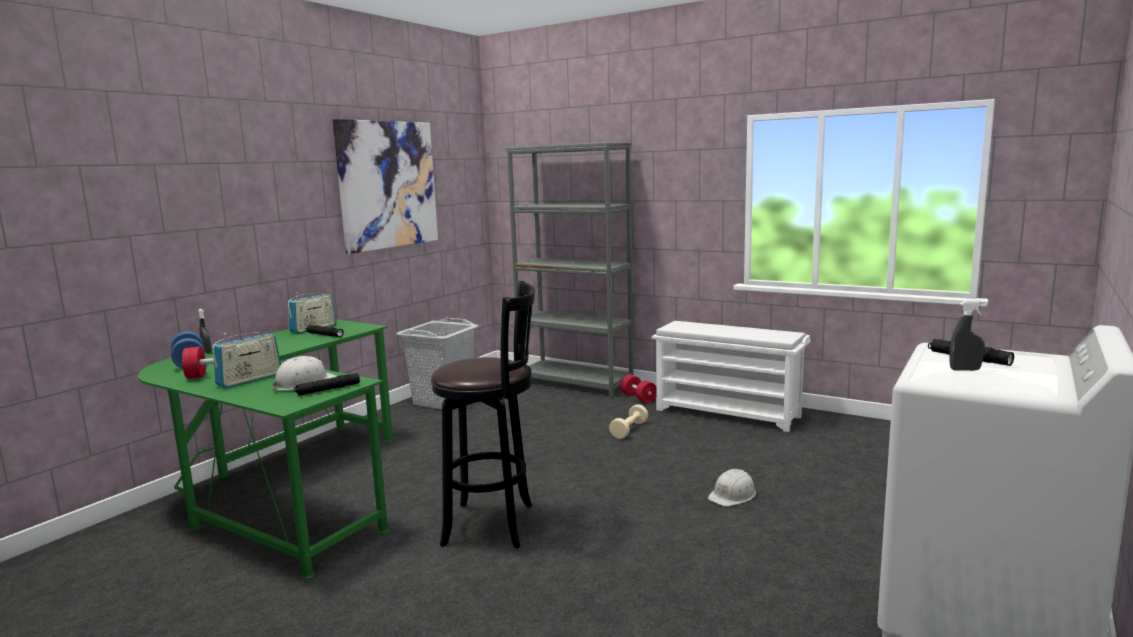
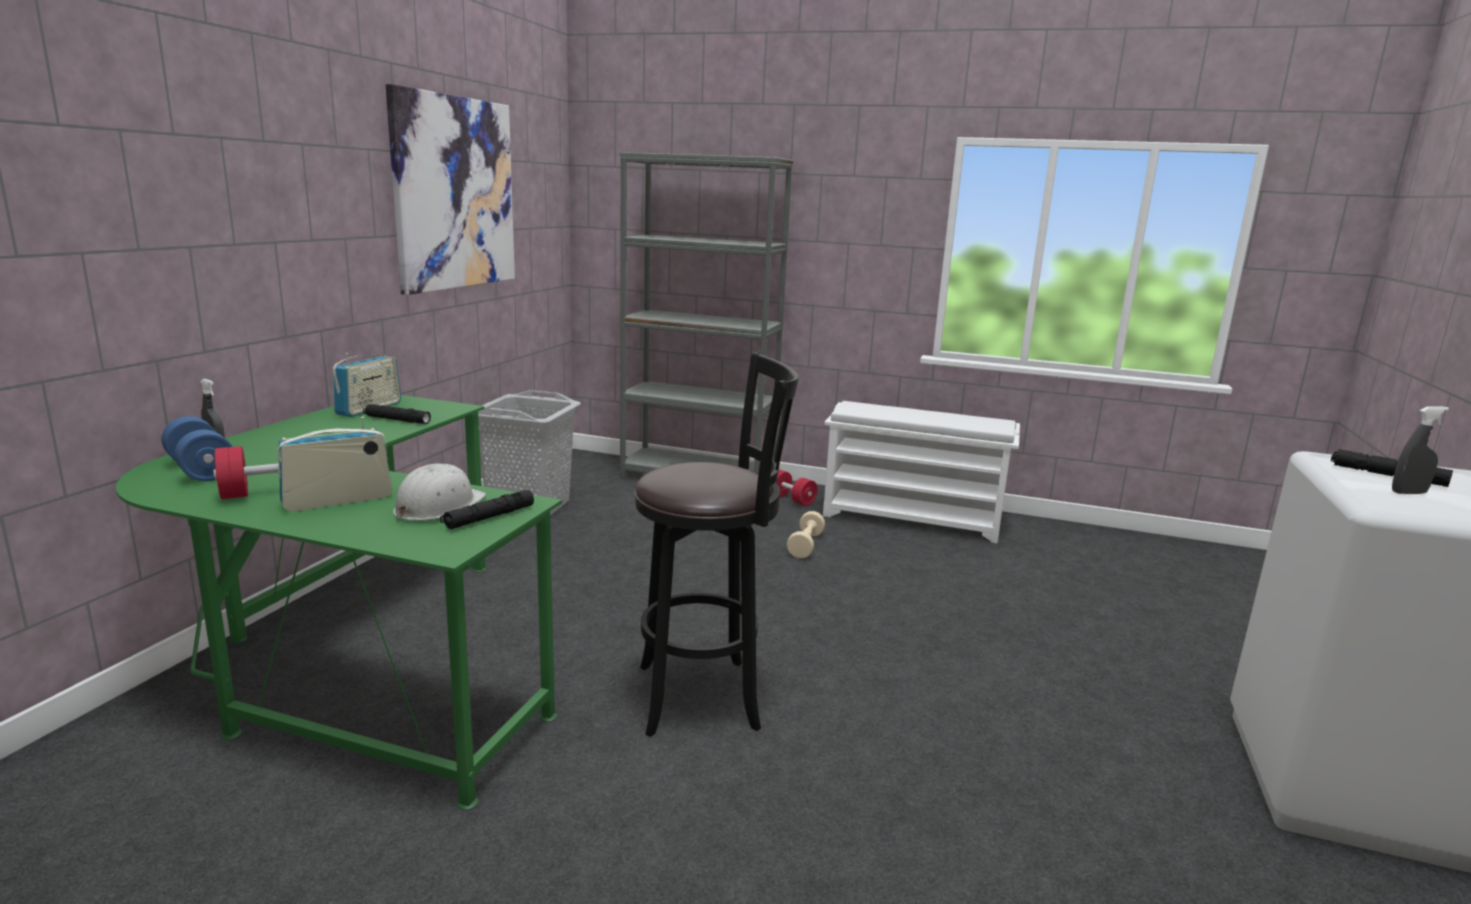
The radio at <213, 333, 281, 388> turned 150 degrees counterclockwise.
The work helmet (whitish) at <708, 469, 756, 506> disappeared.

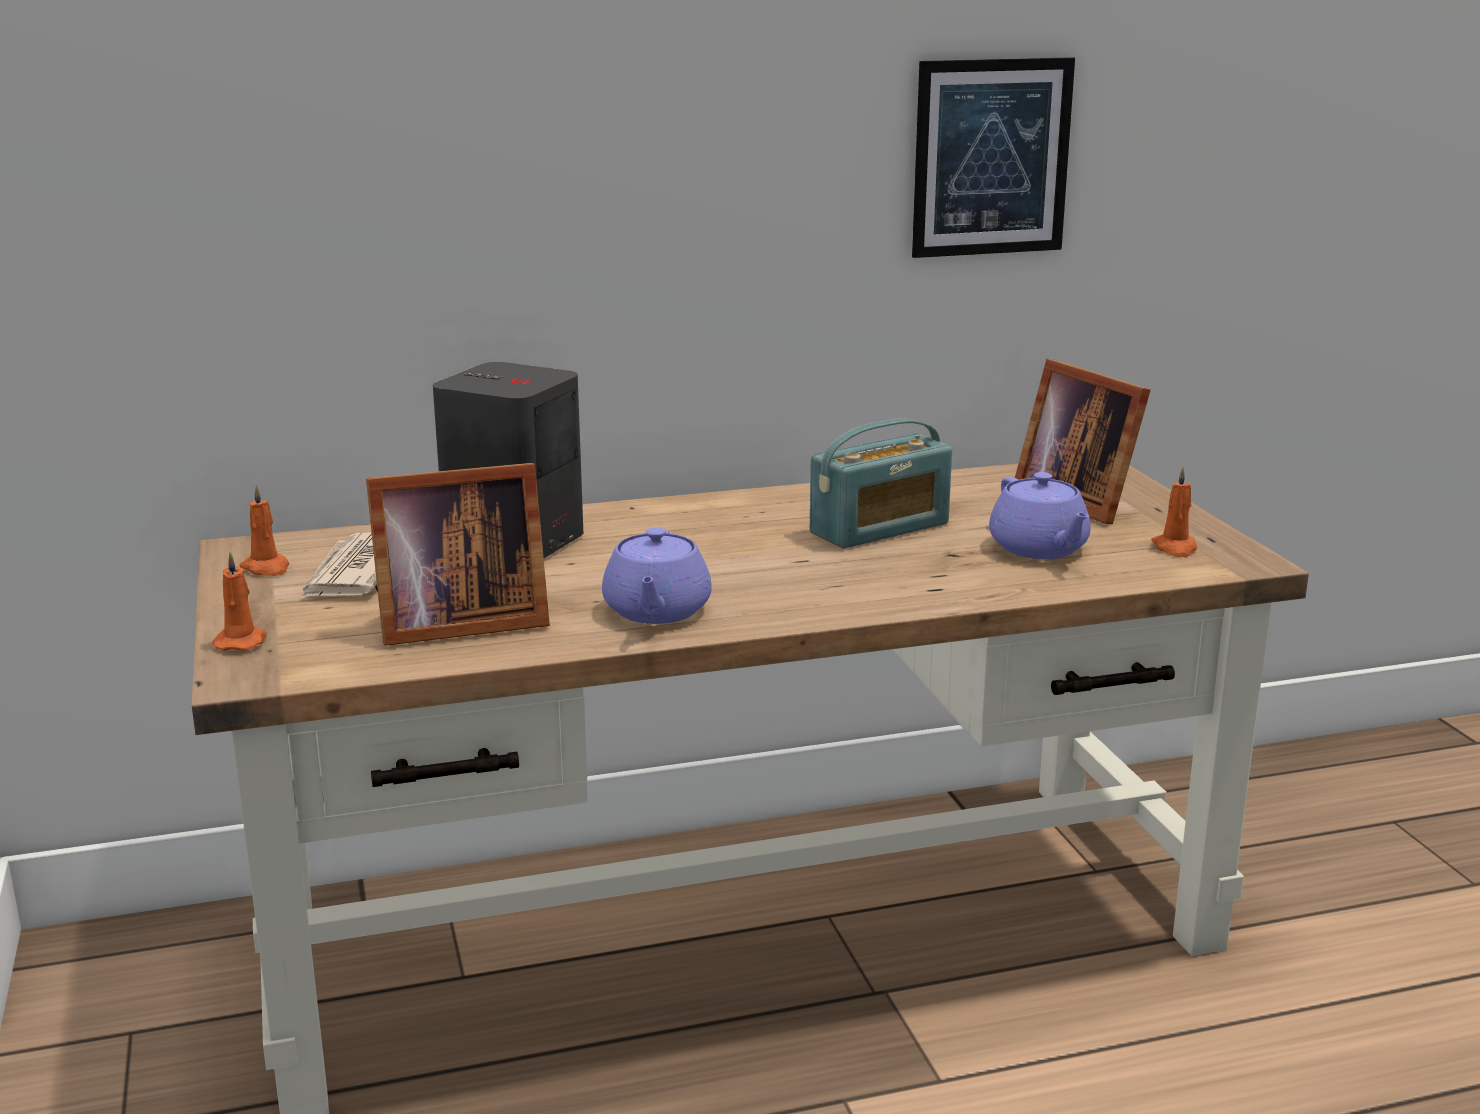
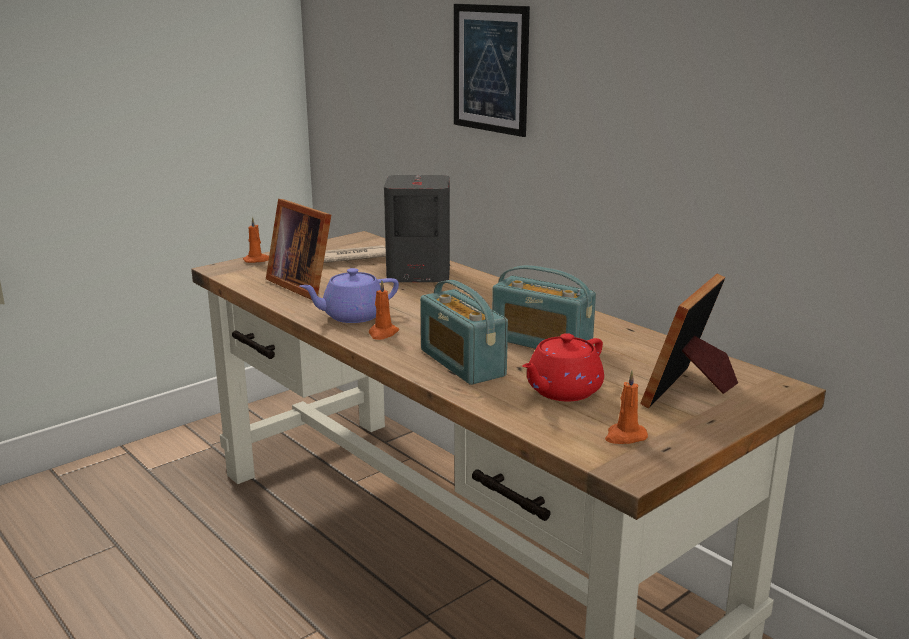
The candle (orangey) moved from <239, 485, 289, 576> to <369, 280, 399, 340>.
The wall art moved from <912, 57, 1075, 258> to <454, 4, 530, 137>.
The teapot (purple-coloured) at <989, 472, 1091, 559> became the teapot (red) at <522, 333, 604, 401>.
The radio at <420, 280, 508, 385> appeared.

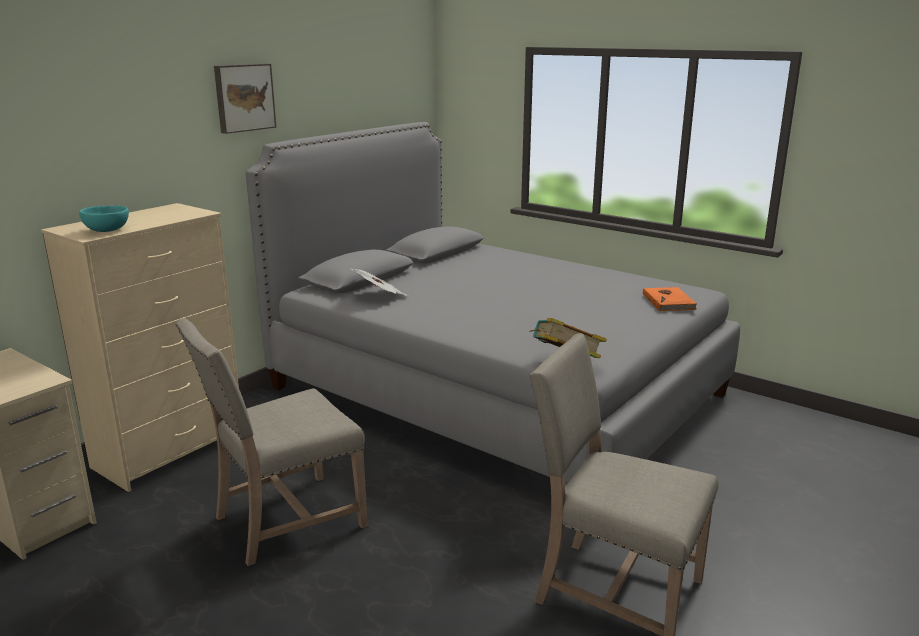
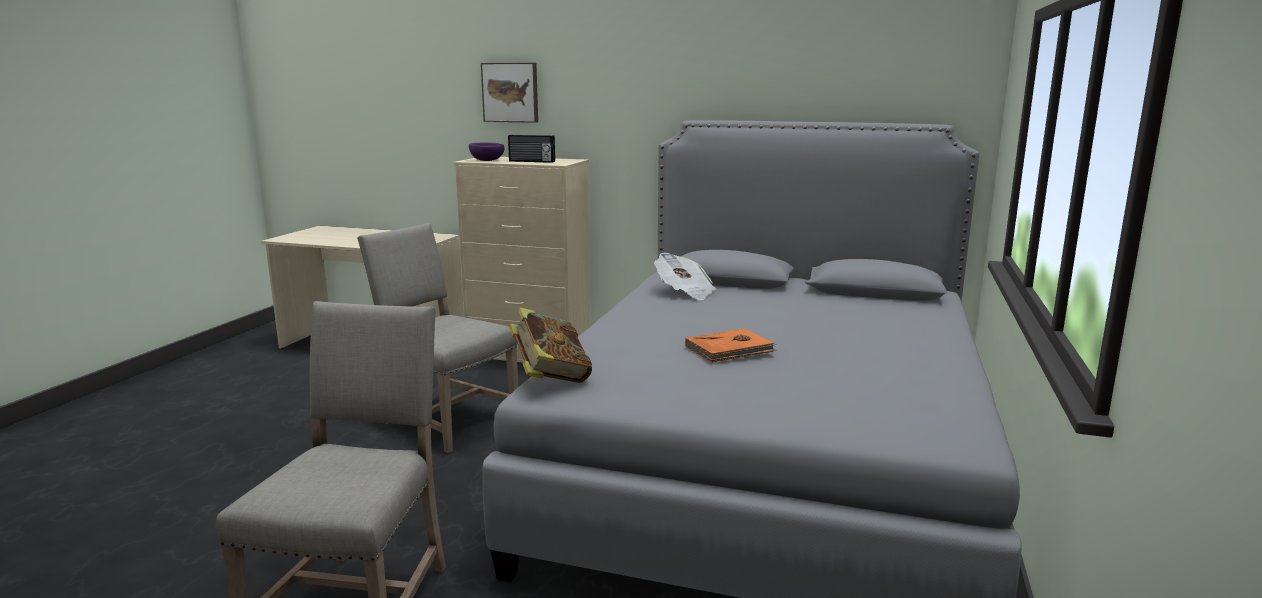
The bowl (turquoise-coloured) at <79, 205, 129, 232> became the bowl (purple-coloured) at <469, 143, 505, 161>.
The wall art moved from <214, 64, 276, 134> to <481, 63, 538, 123>.
The book (orangey) moved from <643, 287, 697, 311> to <685, 329, 776, 362>.
The radio at <508, 135, 555, 163> appeared.

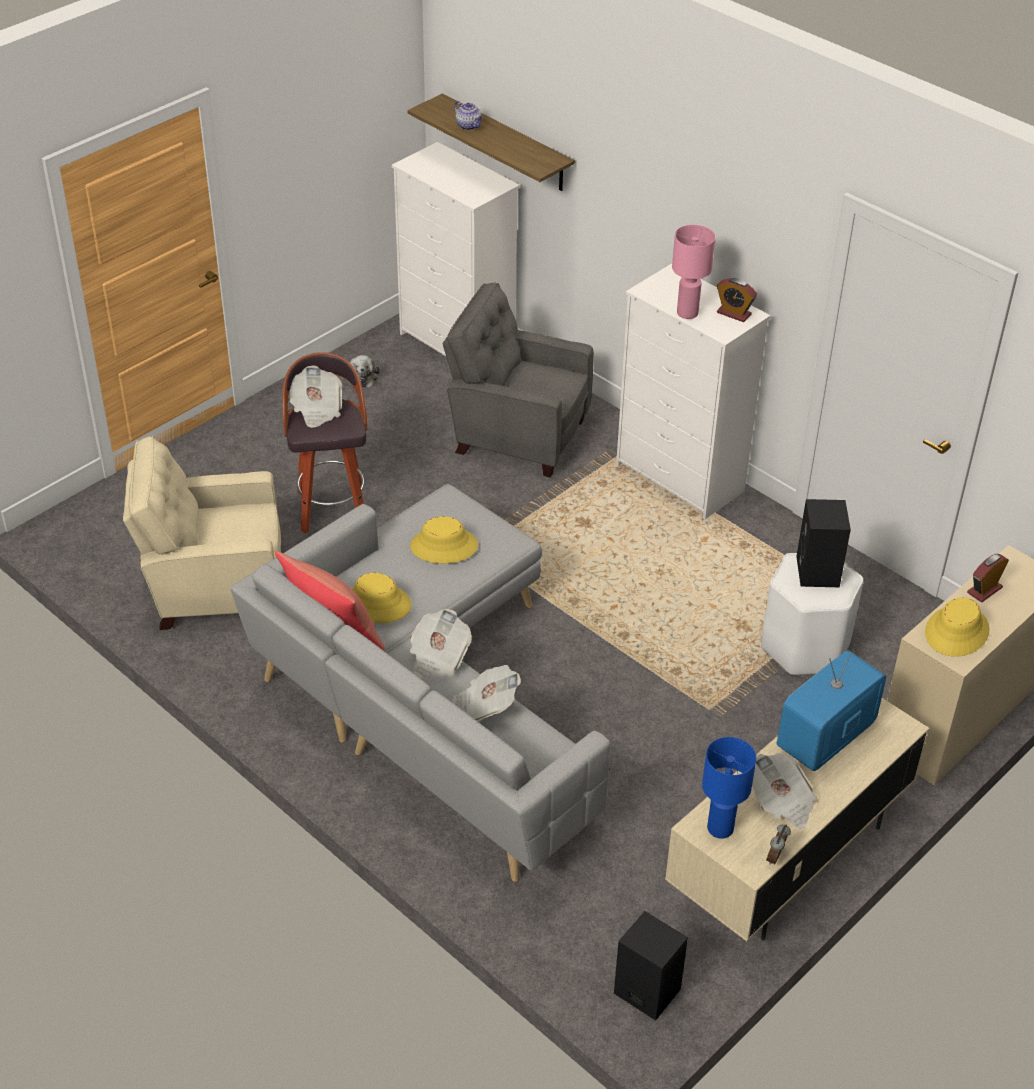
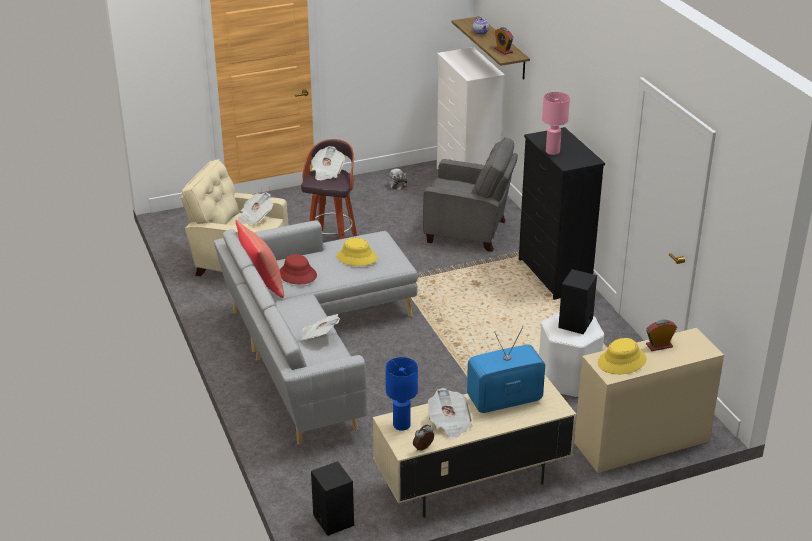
The clothing hat (yellow-coloured) at <352, 573, 412, 623> became the clothing hat (red) at <280, 254, 317, 284>.
The newspaper moved from <410, 609, 472, 678> to <238, 193, 273, 225>.
The armchair (greyish) at <443, 283, 594, 478> turned 150 degrees clockwise.
The chest of drawers (whitish) at <616, 264, 771, 519> became the chest of drawers (black-coloured) at <519, 127, 605, 300>.
The bedside clock moved from <717, 278, 757, 322> to <494, 27, 514, 55>.

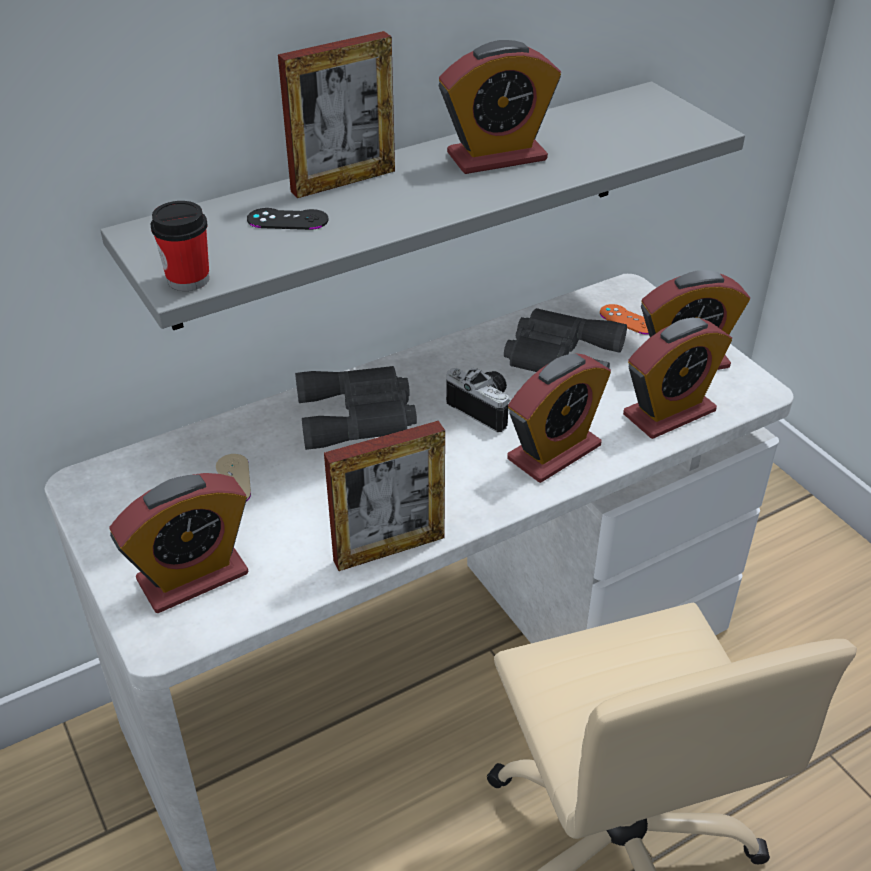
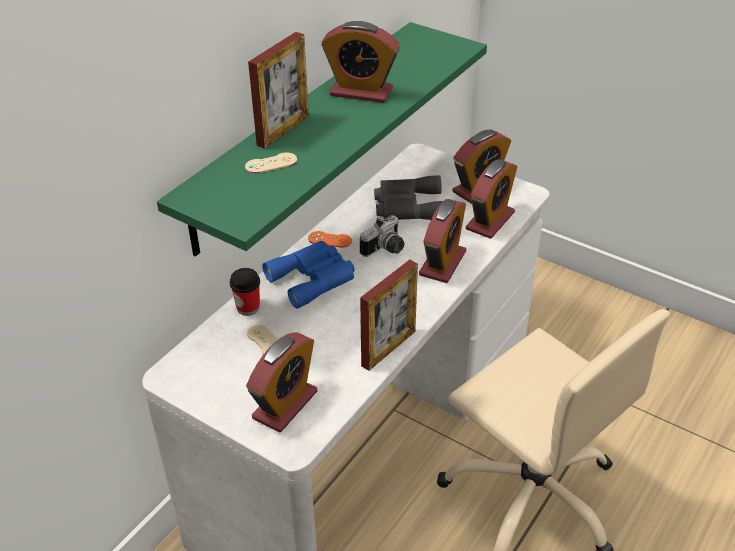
The wall shelf (greyish) at <100, 82, 745, 330> became the wall shelf (green) at <157, 22, 487, 257>.
The cup moved from <151, 201, 209, 291> to <230, 268, 260, 316>.
The joypad (black-coloured) at <247, 208, 328, 230> became the joypad (sand-coloured) at <245, 153, 297, 174>.
The field glasses (greyish) at <295, 366, 417, 450> became the field glasses (blue-coloured) at <262, 241, 355, 309>.
The bedside clock at <439, 40, 561, 174> turned 60 degrees clockwise.
The still camera at <446, 368, 510, 432> turned 120 degrees clockwise.
The joypad (orangey) moved from <600, 304, 649, 335> to <308, 231, 352, 248>.

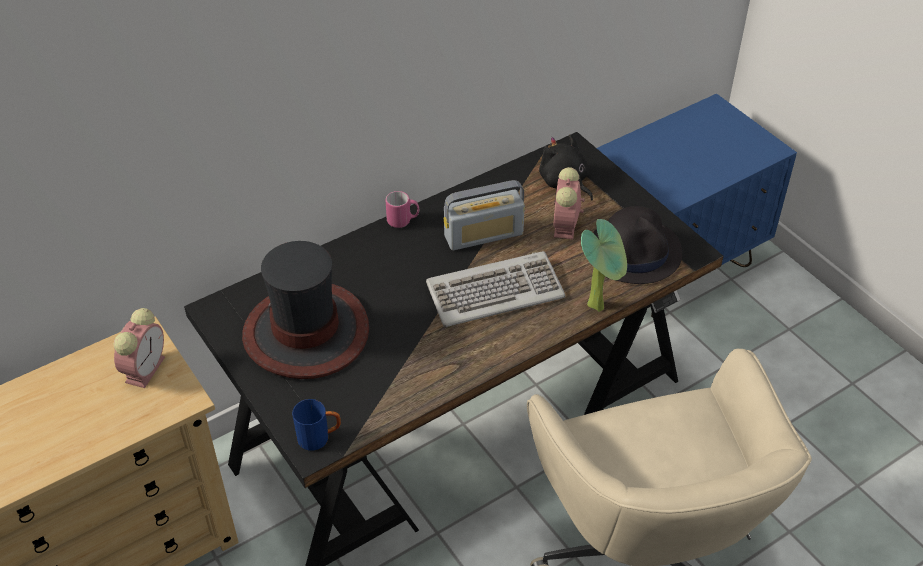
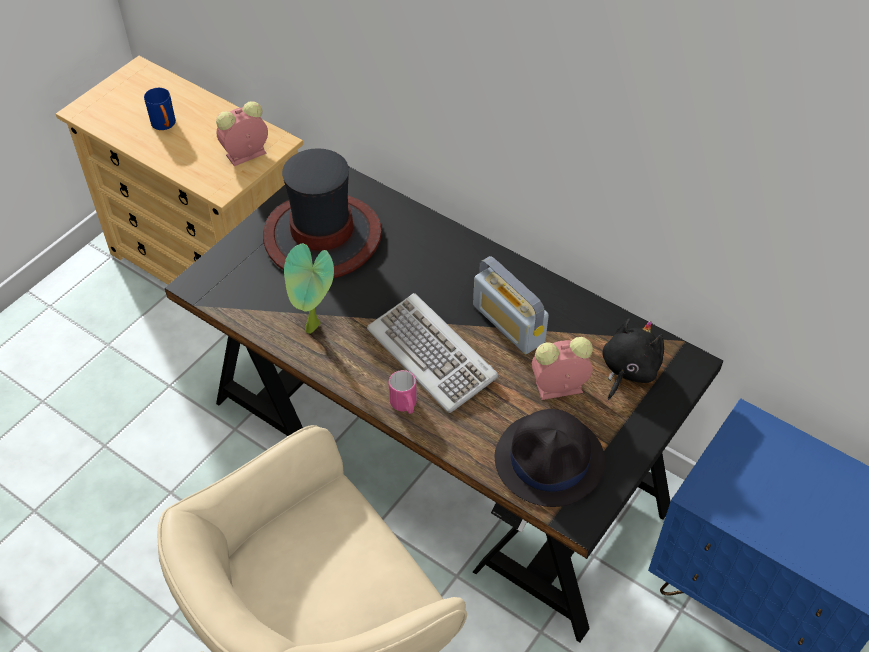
The bedside clock at <113, 308, 165, 388> turned 150 degrees clockwise.
The coffee mug (blue-coloured) moved from <292, 399, 341, 451> to <144, 88, 176, 130>.
The coffee mug (pinkish) moved from <386, 191, 419, 228> to <389, 370, 417, 414>.
The plant in a pot moved from <581, 219, 627, 312> to <284, 244, 334, 334>.

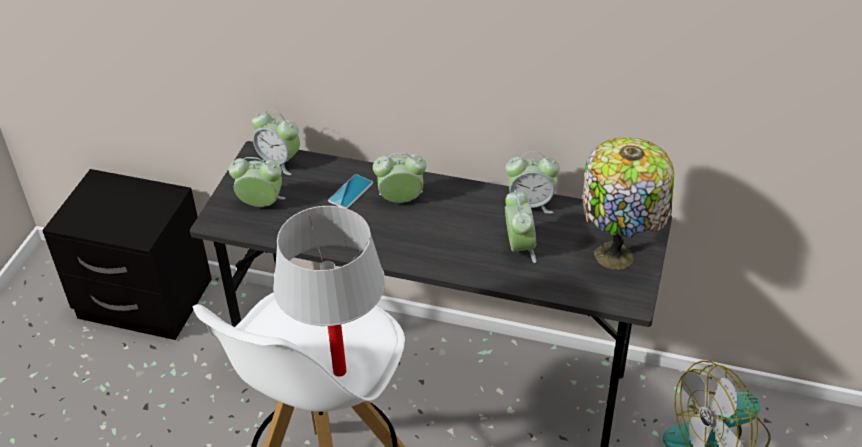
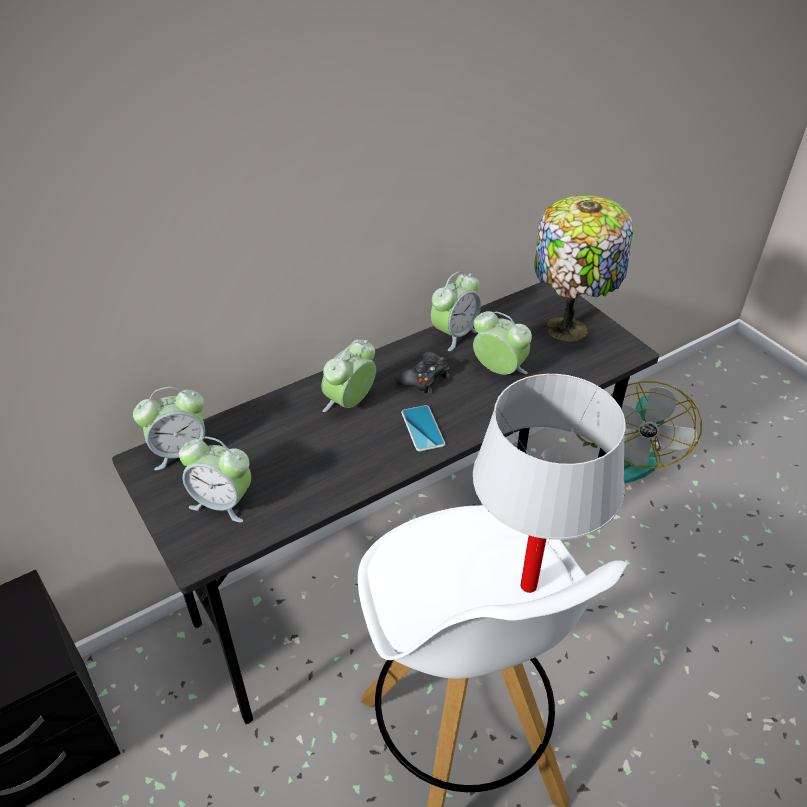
The bedside clock at <228, 157, 286, 207> turned 120 degrees counterclockwise.
The telephone moved from <328, 174, 373, 209> to <401, 405, 445, 451>.
The joypad (black-coloured) at <395, 352, 449, 394> appeared.

